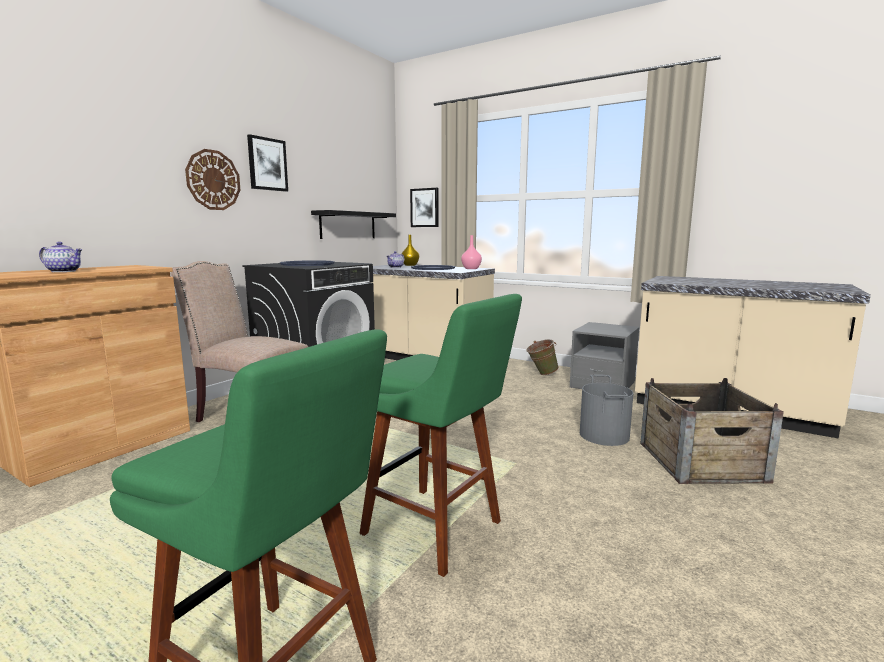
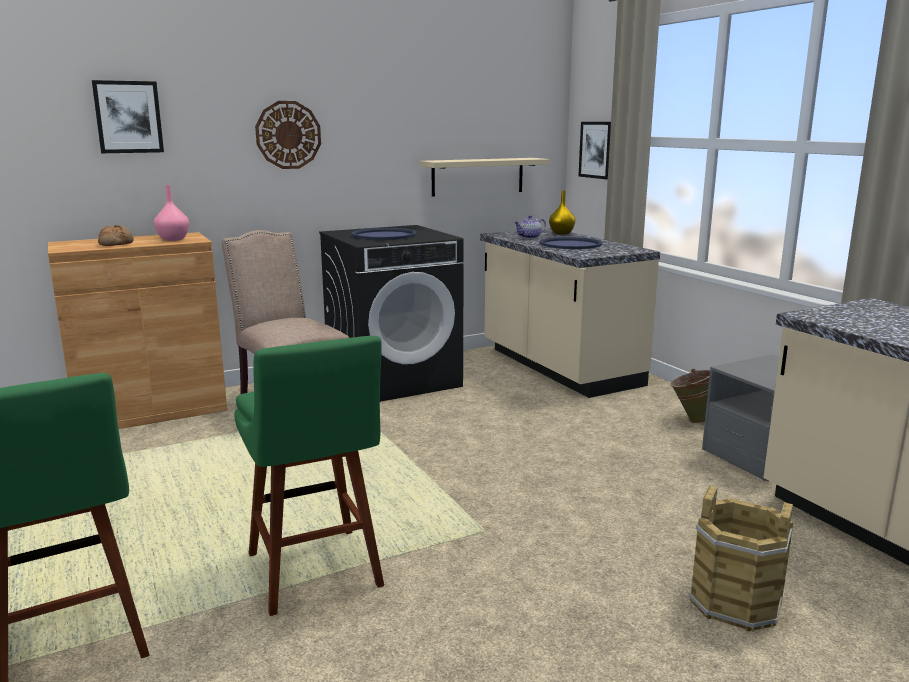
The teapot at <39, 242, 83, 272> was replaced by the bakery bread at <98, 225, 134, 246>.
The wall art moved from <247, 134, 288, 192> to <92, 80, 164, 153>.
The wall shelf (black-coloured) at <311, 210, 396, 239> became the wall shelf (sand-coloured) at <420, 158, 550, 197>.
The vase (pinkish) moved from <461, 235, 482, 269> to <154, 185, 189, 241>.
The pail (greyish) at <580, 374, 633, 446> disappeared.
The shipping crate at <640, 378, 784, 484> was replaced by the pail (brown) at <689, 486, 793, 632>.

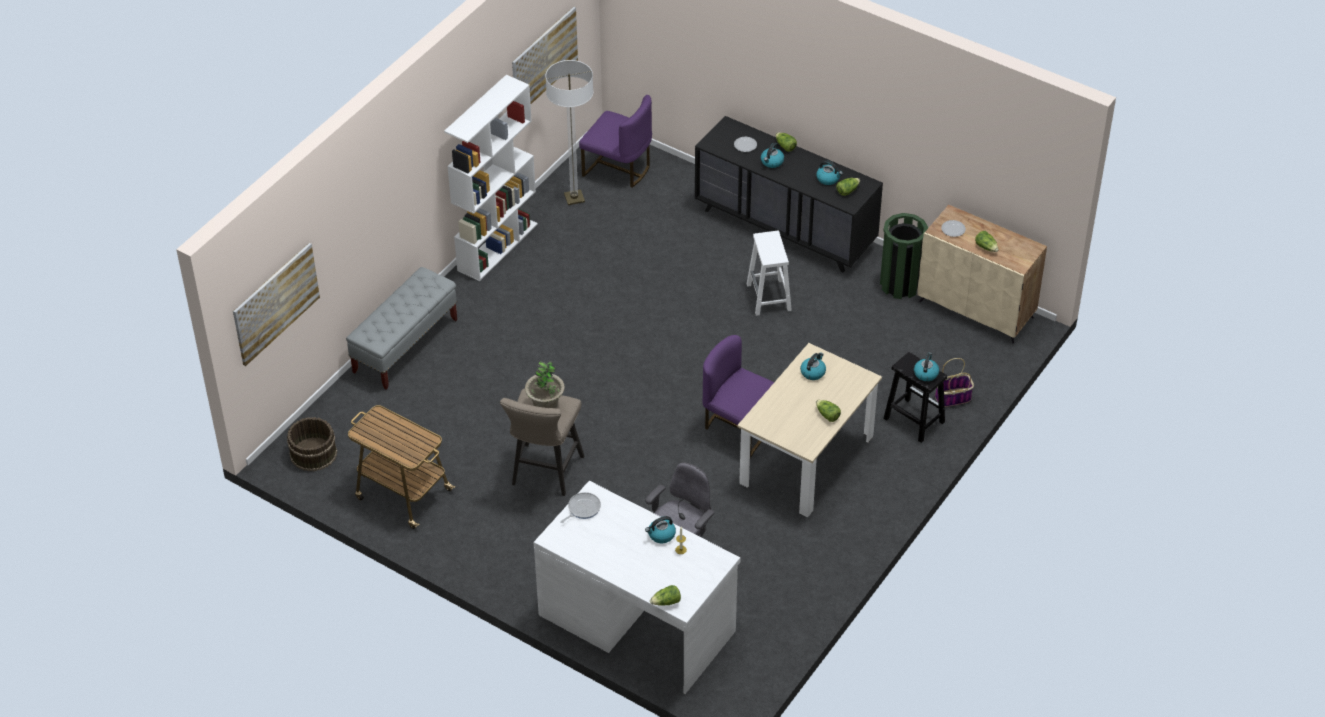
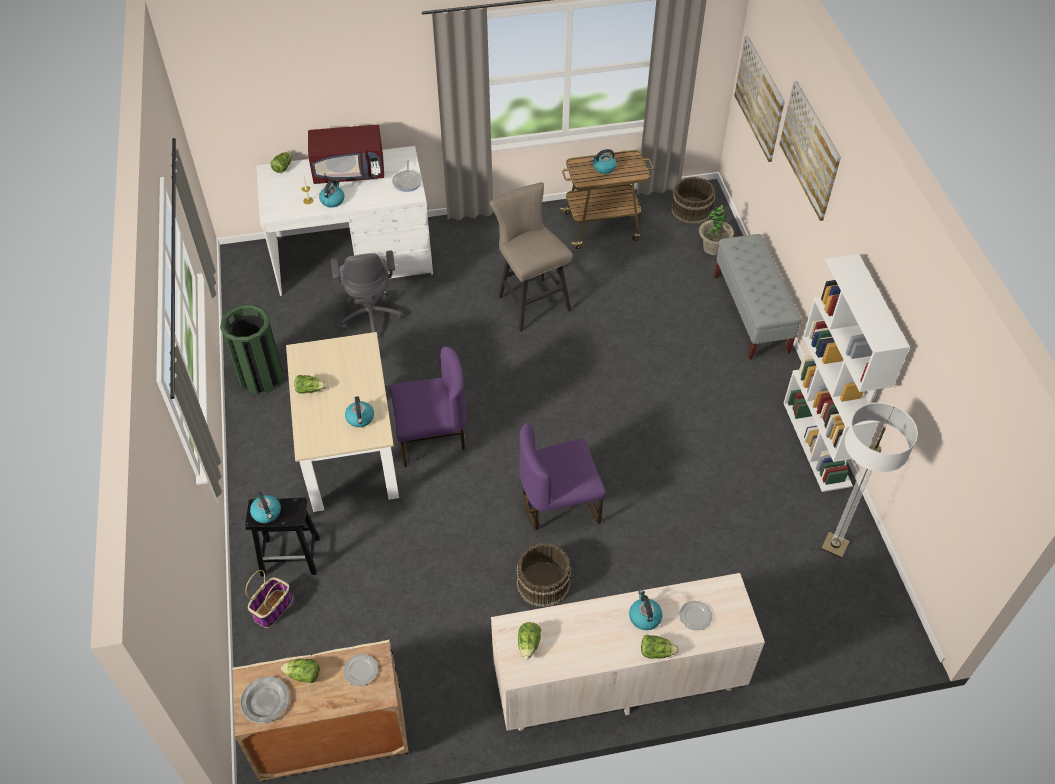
The wall art moved from <512, 6, 578, 104> to <780, 81, 841, 221>.
The plant in a pot moved from <525, 361, 565, 408> to <699, 204, 734, 255>.
The upright chair (purple-coloured) moved from <579, 95, 652, 188> to <520, 423, 606, 530>.
The chest of drawers (black-coloured) at <695, 116, 883, 273> became the chest of drawers (sand-coloured) at <491, 573, 765, 731>.
The stool seat (whitish) at <747, 231, 792, 316> was replaced by the pail (brown) at <516, 543, 572, 607>.
The kettle moved from <816, 160, 843, 185> to <591, 149, 617, 174>.
The rubbish bin (green) moved from <880, 213, 928, 299> to <220, 305, 283, 395>.
The flat dish (greyish) at <240, 676, 290, 723> appeared.
The microwave (red) at <308, 125, 384, 184> appeared.

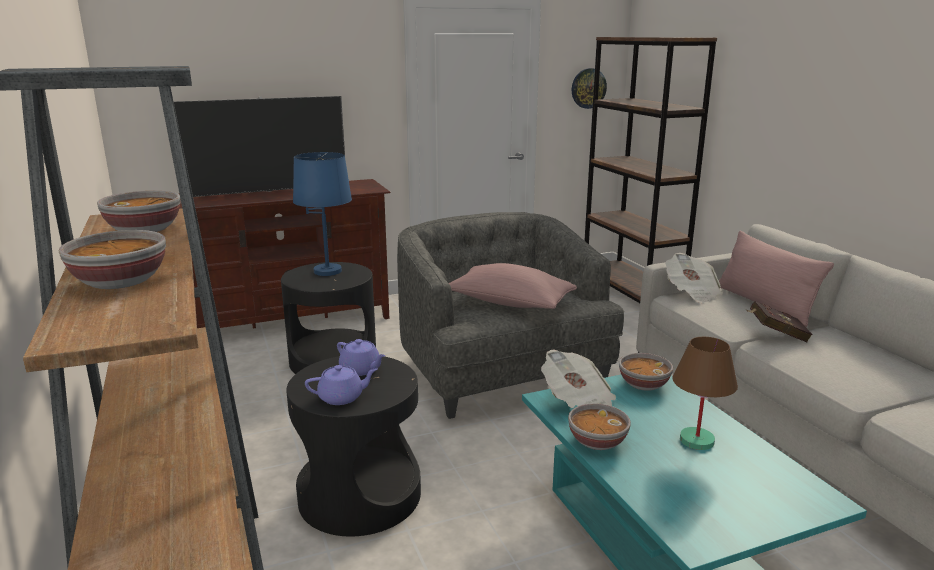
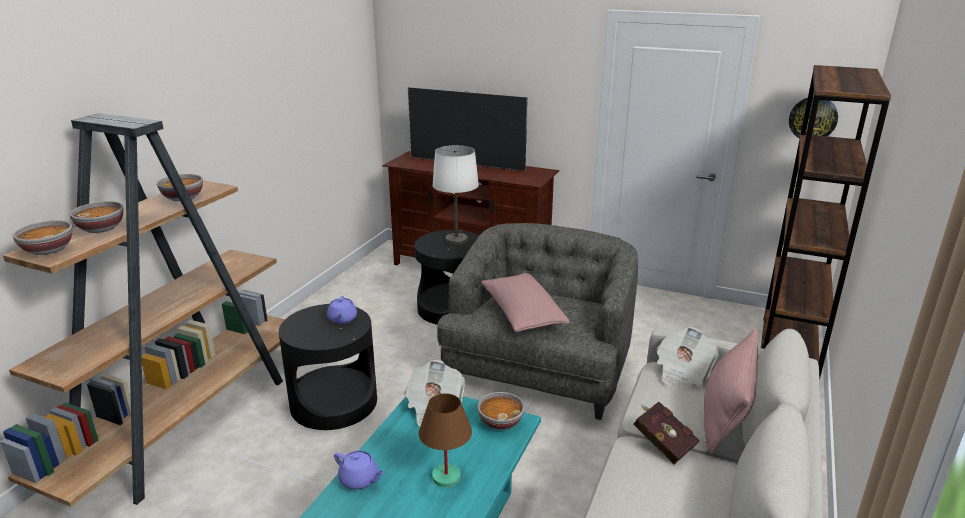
The tabletop lamp (blue-coloured) at <293, 152, 352, 276> became the tabletop lamp (whitish) at <432, 145, 479, 245>.
The teapot (purple-coloured) moved from <305, 365, 377, 405> to <334, 451, 384, 490>.
The bowl moved from <568, 403, 631, 450> to <13, 220, 73, 255>.

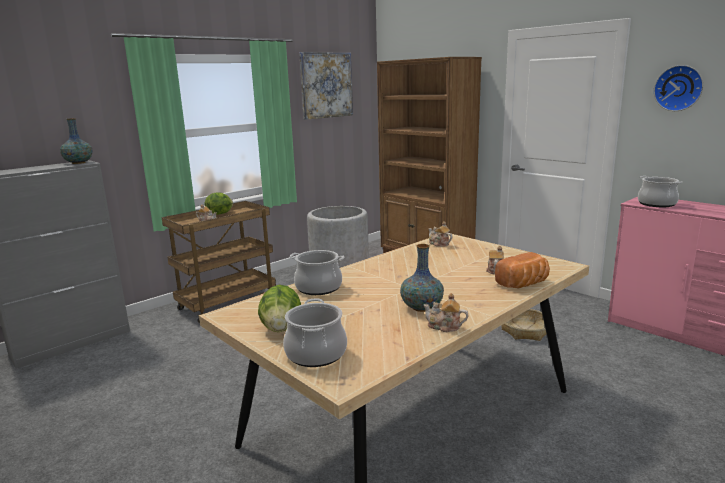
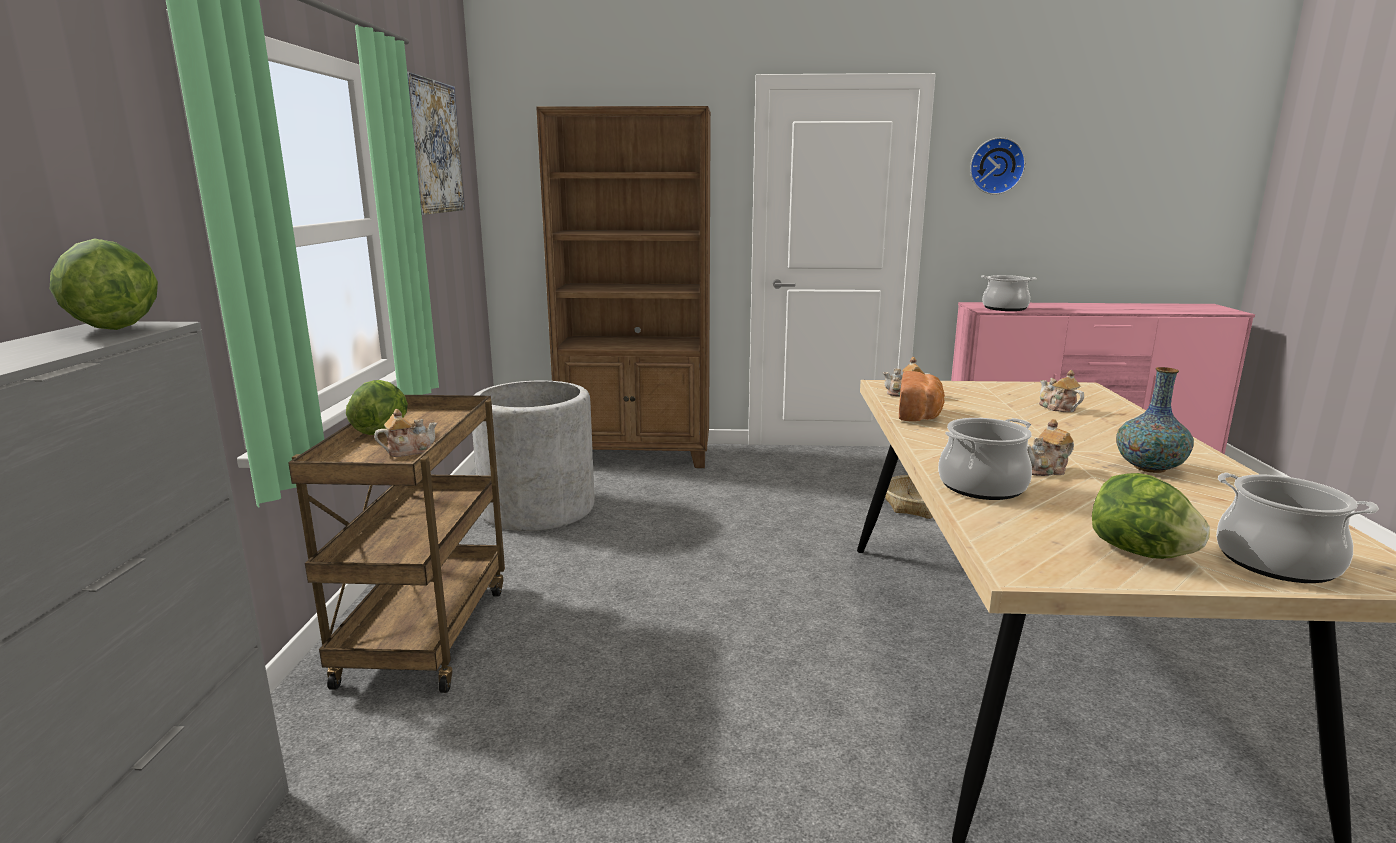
The vase at <60, 118, 92, 164> was replaced by the head of lettuce at <50, 239, 158, 330>.
The teapot moved from <424, 293, 469, 332> to <1027, 419, 1074, 476>.
The bakery bread moved from <495, 252, 550, 289> to <899, 371, 945, 421>.

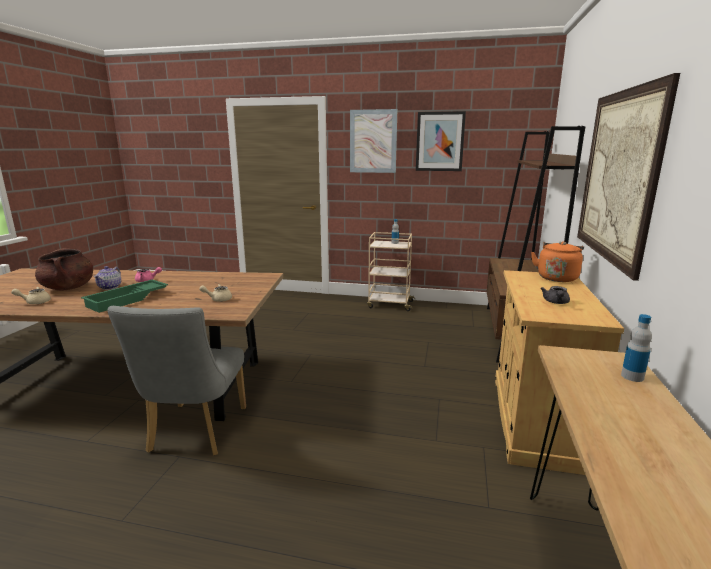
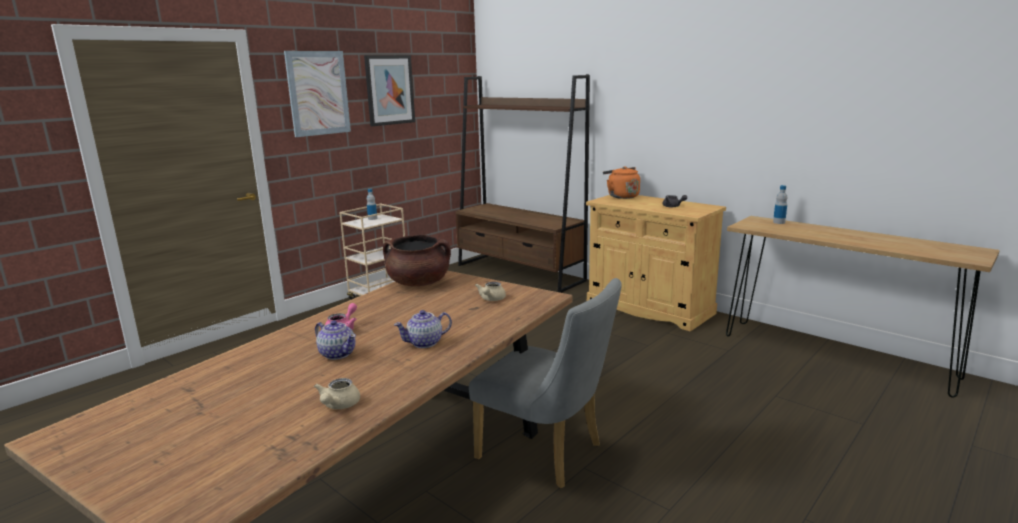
The cooking pot (brown) moved from <35, 248, 93, 291> to <383, 234, 451, 286>.
The serving tray (green) at <81, 280, 168, 313> was replaced by the teapot at <394, 310, 452, 348>.
The wall art at <577, 73, 680, 281> disappeared.

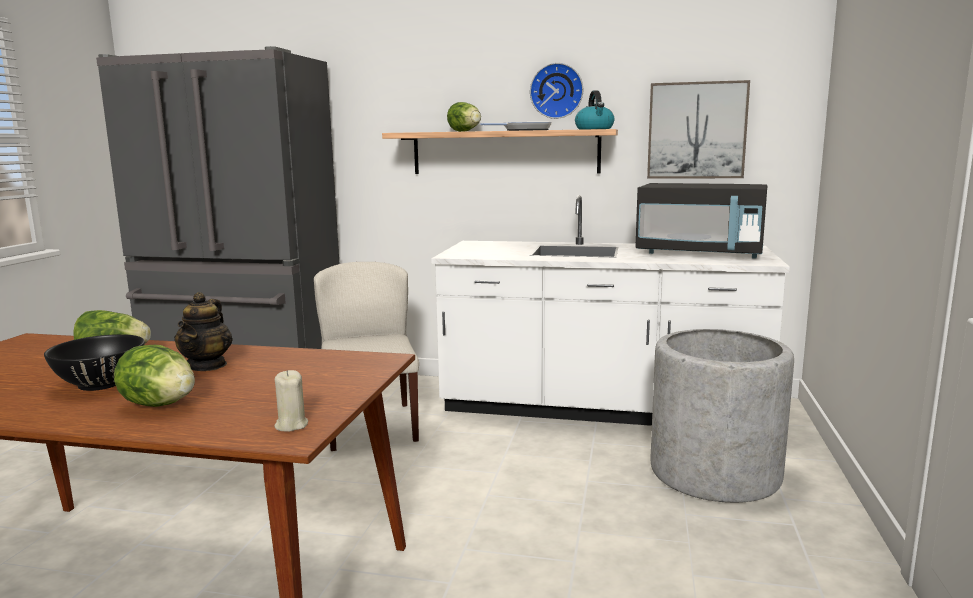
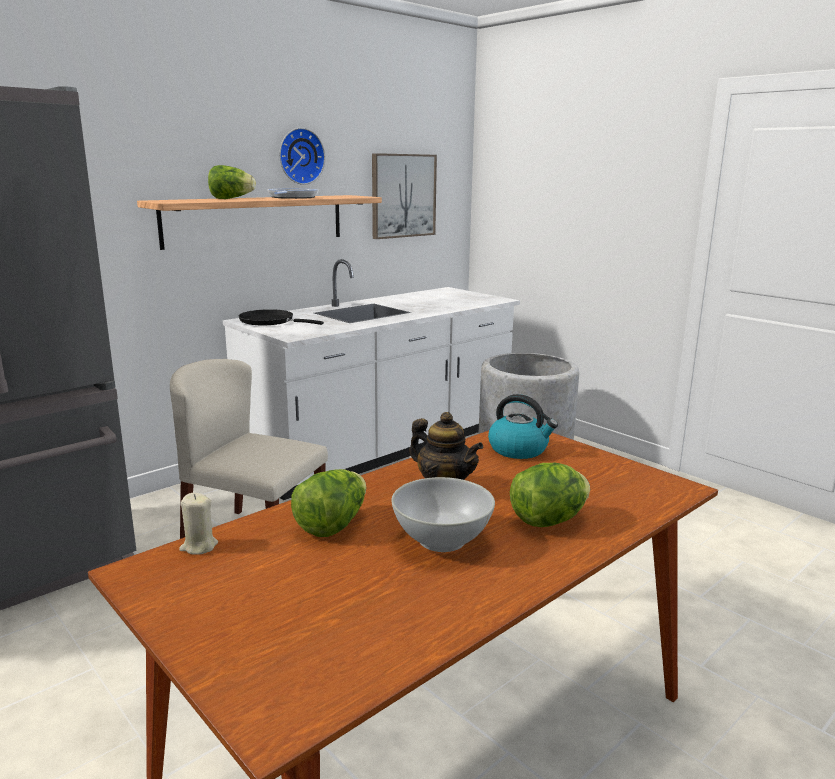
The bowl (black-coloured) at <44, 334, 145, 391> became the bowl (whitish) at <391, 477, 495, 552>.
The candle (sand-coloured) moved from <274, 370, 308, 432> to <179, 493, 218, 555>.
The kettle moved from <575, 90, 614, 130> to <488, 394, 558, 459>.
The microwave (black-coloured) at <635, 183, 767, 259> disappeared.
The skillet (black-coloured) at <239, 309, 324, 325> appeared.

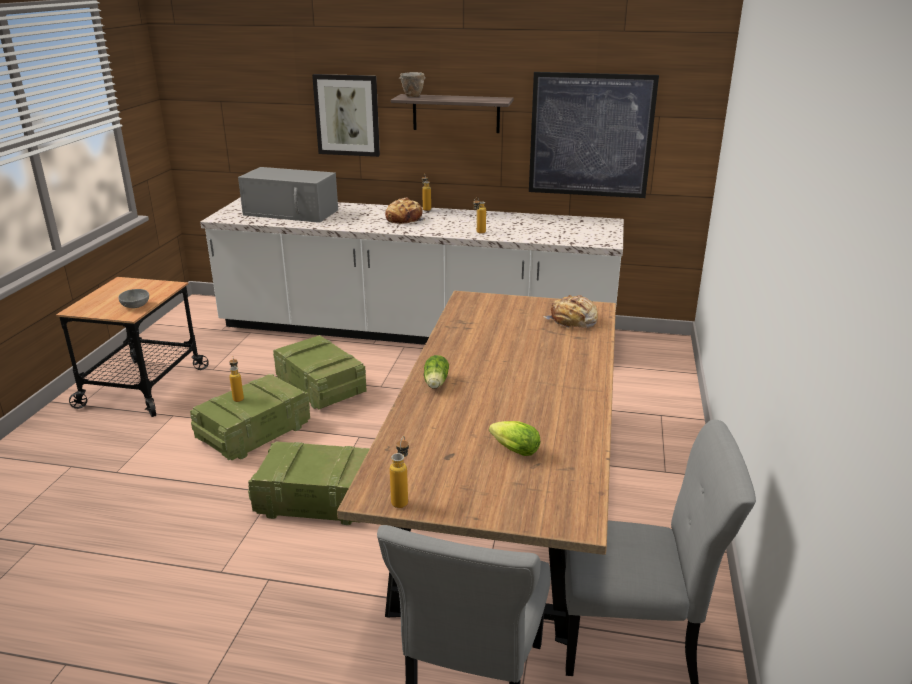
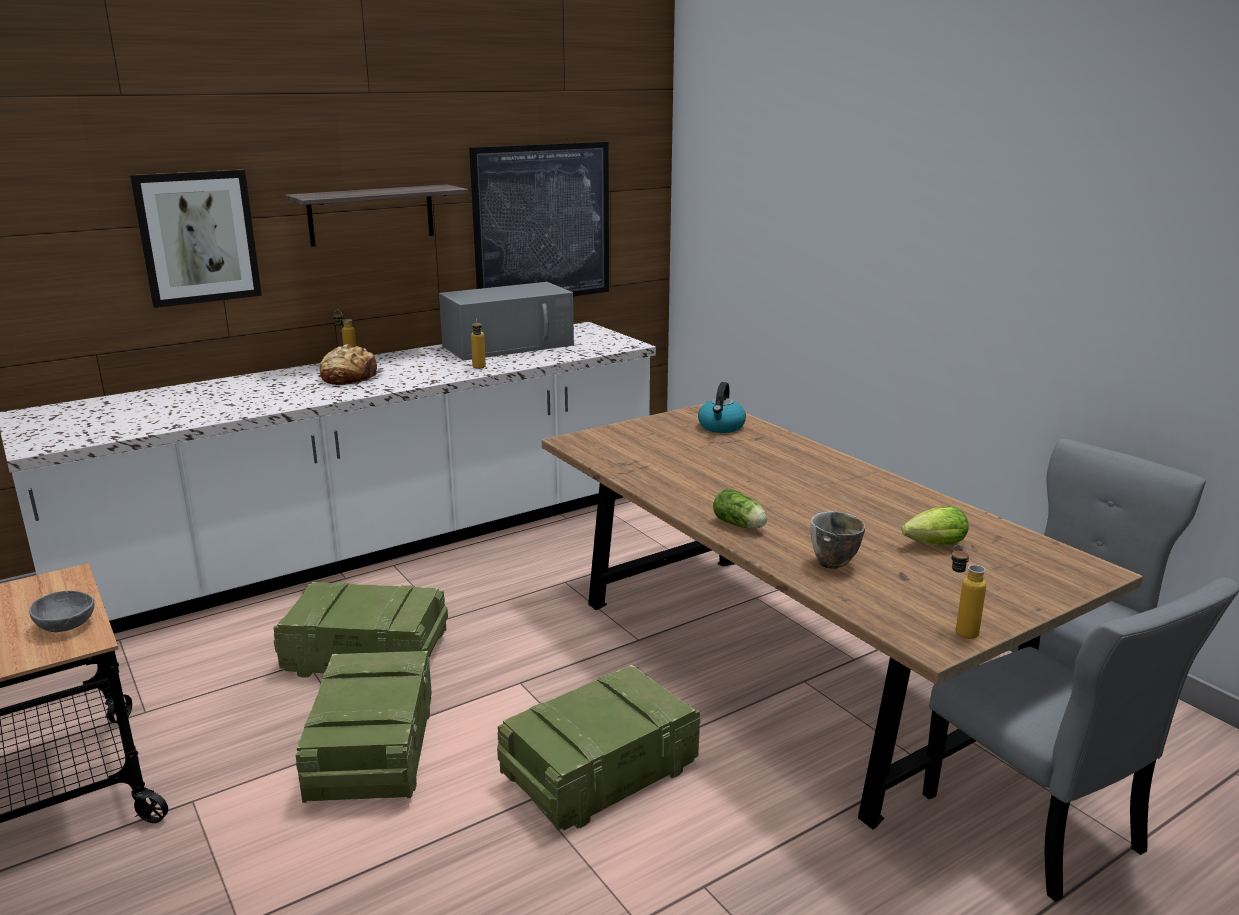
The beverage bottle at <229, 358, 244, 402> disappeared.
The microwave (greyish) moved from <238, 167, 338, 223> to <439, 282, 574, 361>.
The bowl moved from <399, 72, 426, 97> to <810, 511, 865, 569>.
The bakery bread at <543, 295, 598, 329> was replaced by the kettle at <698, 382, 746, 433>.

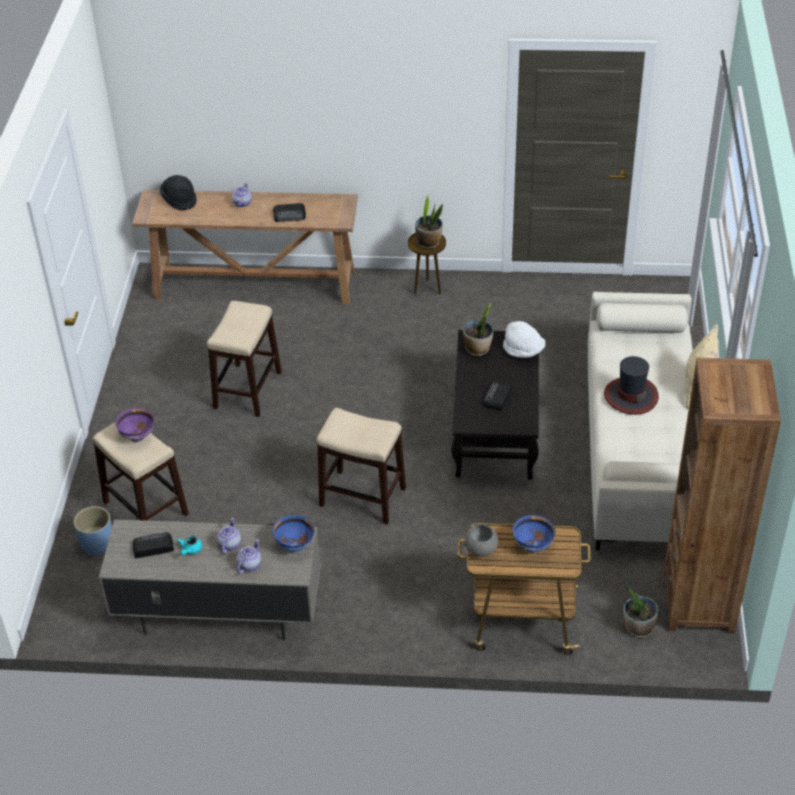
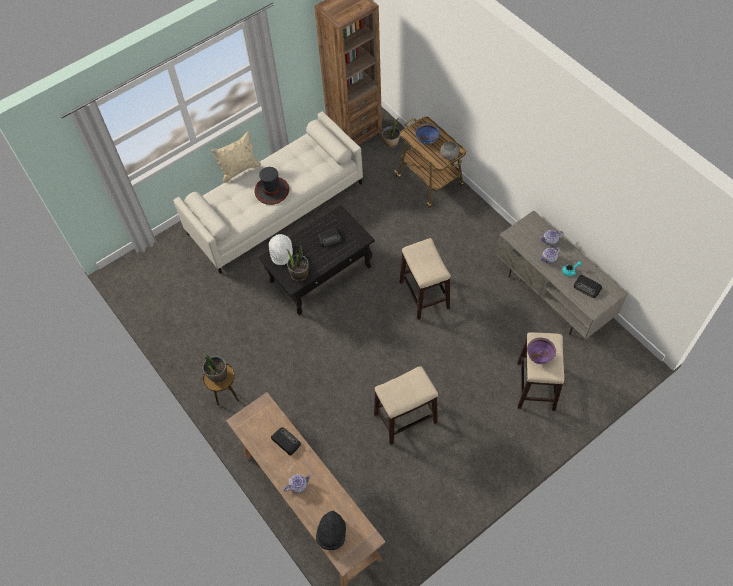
The plant pot (blue-coloured) at <74, 506, 112, 556> disappeared.
The bowl (blue-coloured) at <272, 515, 314, 552> disappeared.

